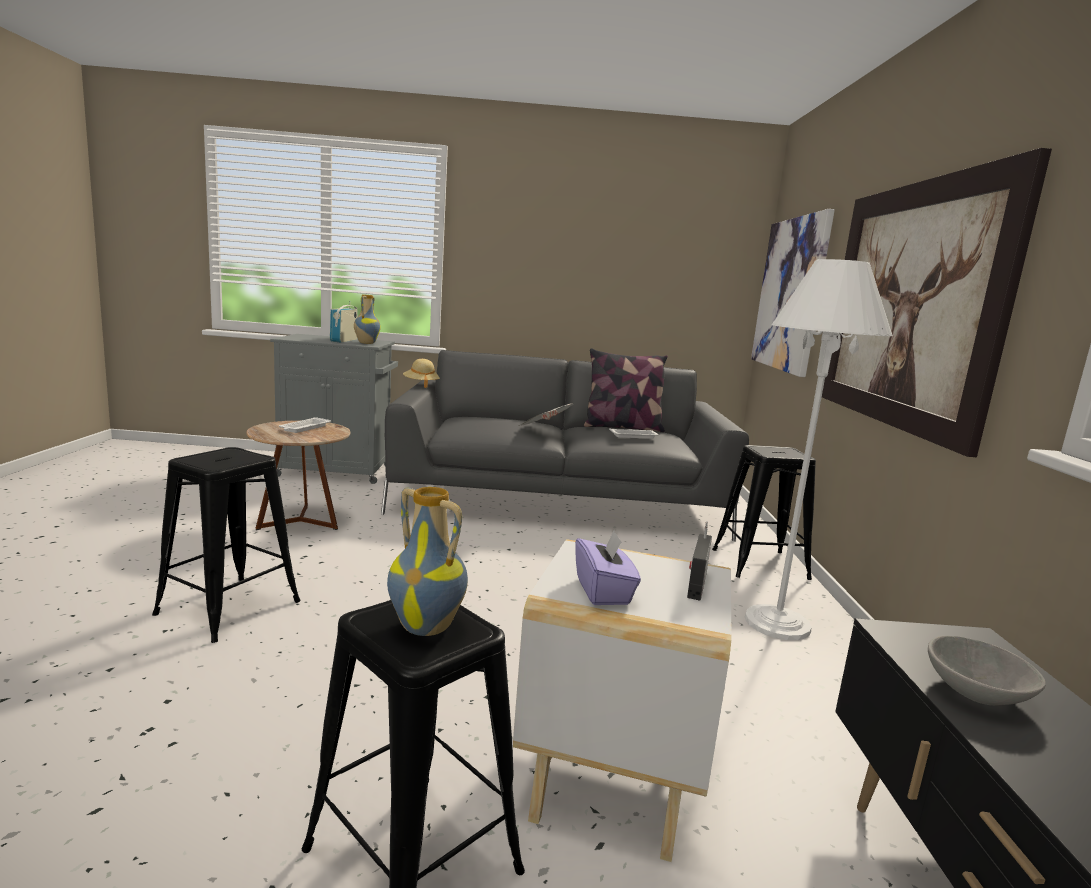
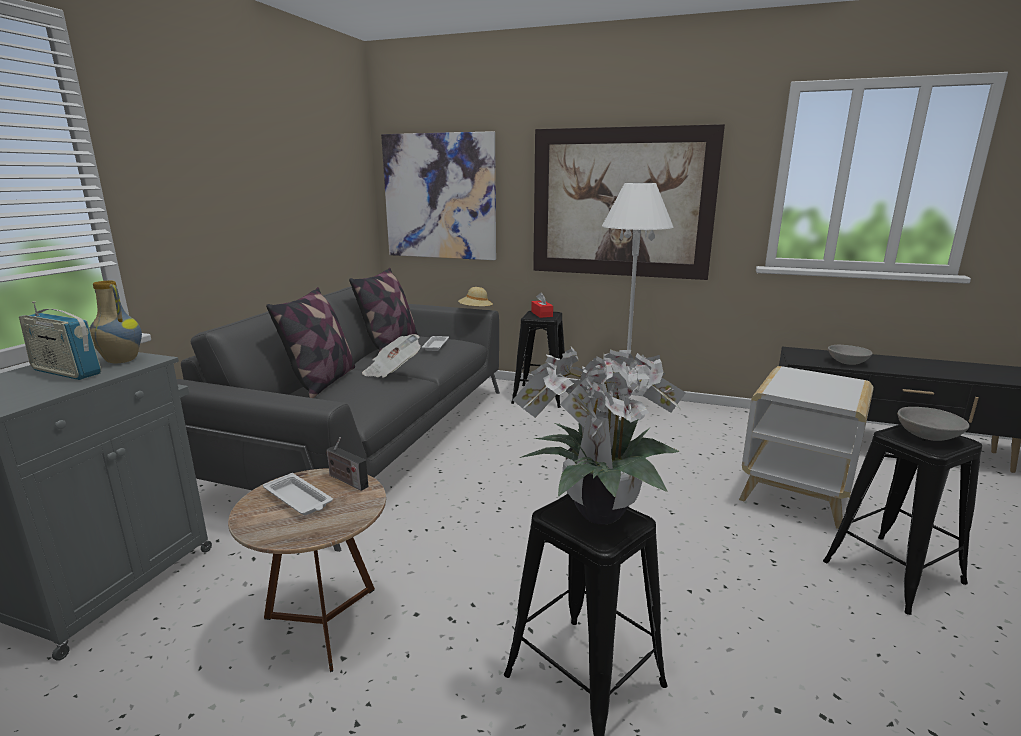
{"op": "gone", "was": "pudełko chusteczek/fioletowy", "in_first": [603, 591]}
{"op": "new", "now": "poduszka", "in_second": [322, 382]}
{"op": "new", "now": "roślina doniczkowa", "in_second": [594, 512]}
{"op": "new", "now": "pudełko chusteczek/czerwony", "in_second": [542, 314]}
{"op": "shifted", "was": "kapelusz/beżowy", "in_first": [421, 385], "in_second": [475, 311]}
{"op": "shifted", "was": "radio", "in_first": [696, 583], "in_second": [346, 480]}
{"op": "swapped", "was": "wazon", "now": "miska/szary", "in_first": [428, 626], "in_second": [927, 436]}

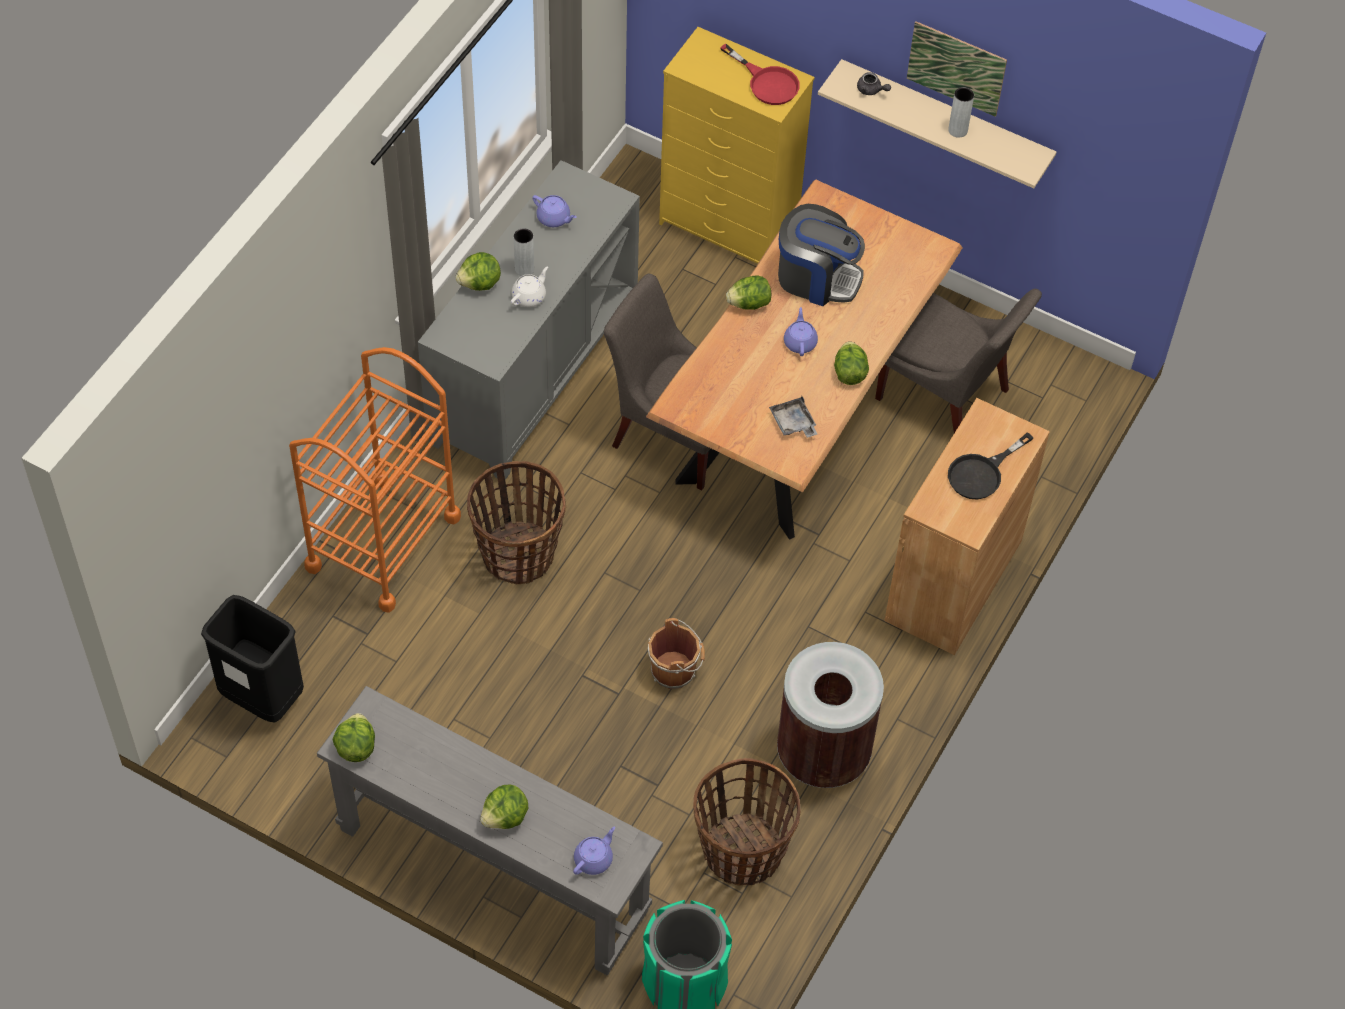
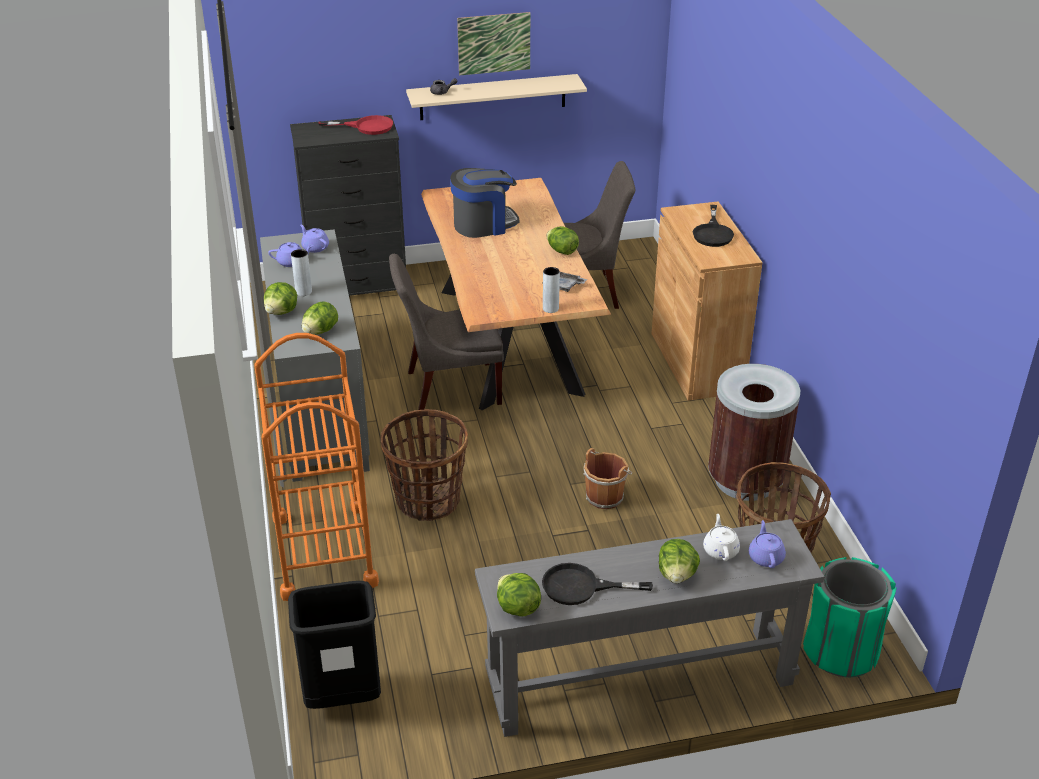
{"op": "new", "now": "patelnia/czarny", "in_second": [581, 587]}
{"op": "shifted", "was": "imbryk/biały", "in_first": [529, 296], "in_second": [720, 550]}
{"op": "shifted", "was": "sałata", "in_first": [749, 303], "in_second": [320, 331]}
{"op": "shifted", "was": "imbryk/fioletowy", "in_first": [800, 342], "in_second": [315, 247]}
{"op": "shifted", "was": "wazon/szary", "in_first": [958, 130], "in_second": [550, 308]}
{"op": "repainted", "was": "komoda/żółty", "now": "komoda/czarny", "in_first": [729, 227], "in_second": [358, 286]}

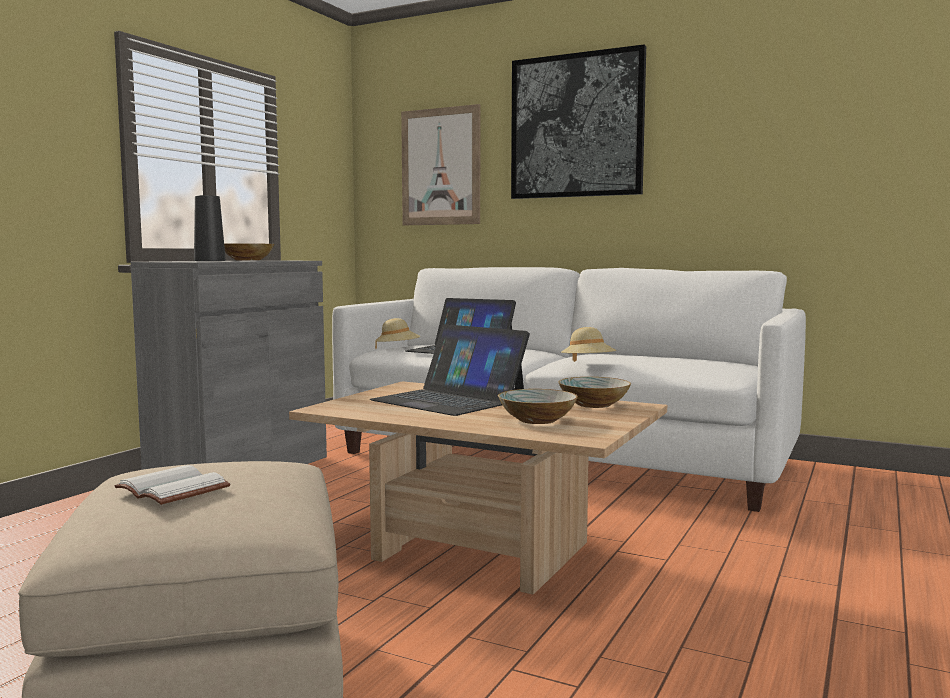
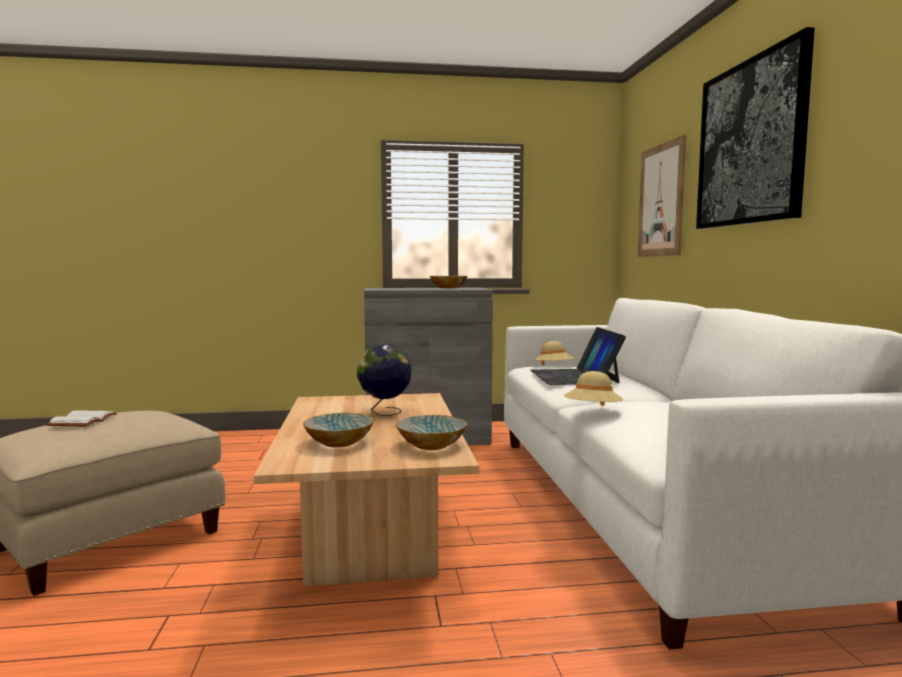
{"op": "gone", "was": "wazon/czarny", "in_first": [209, 260]}
{"op": "swapped", "was": "laptop", "now": "globus", "in_first": [449, 400], "in_second": [384, 413]}

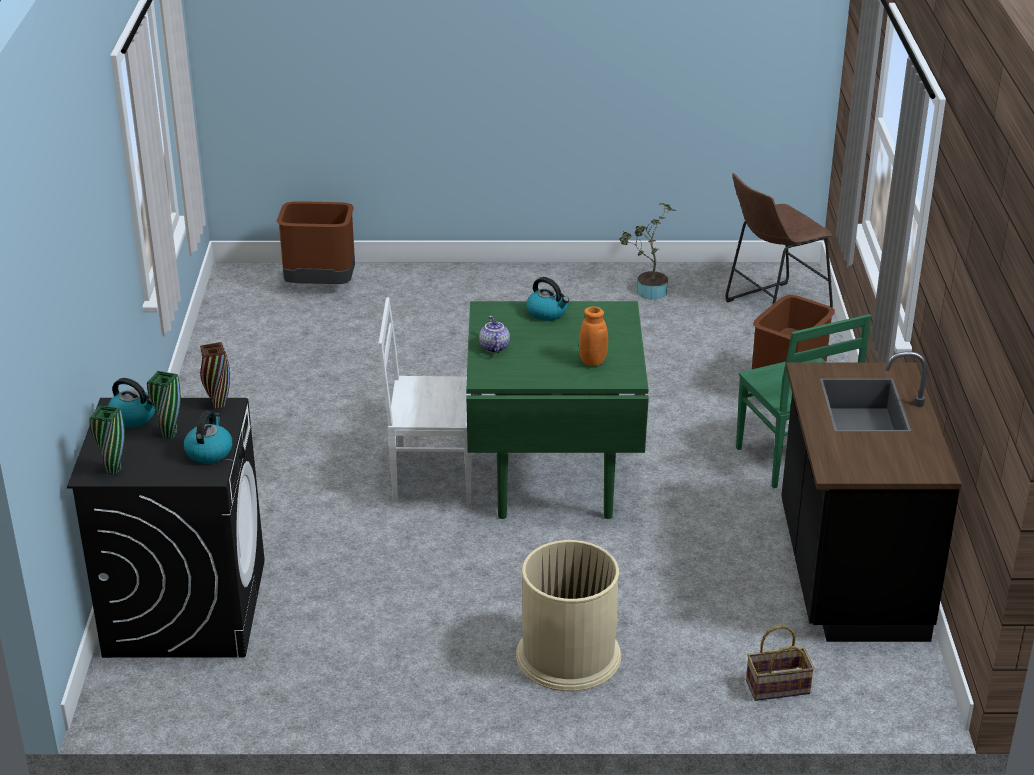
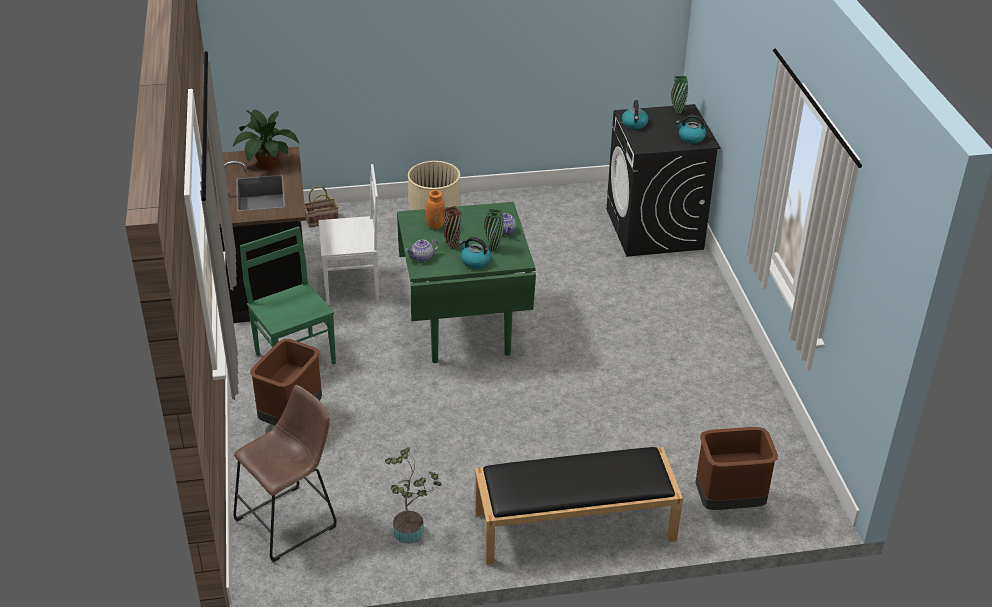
{"op": "new", "now": "roślina doniczkowa", "in_second": [265, 164]}
{"op": "new", "now": "imbryk", "in_second": [422, 258]}
{"op": "new", "now": "ławka/czarny", "in_second": [573, 526]}
{"op": "shifted", "was": "wazon/zielony", "in_first": [169, 434], "in_second": [493, 248]}
{"op": "shifted", "was": "wazon/brązowy", "in_first": [218, 405], "in_second": [452, 246]}
{"op": "shifted", "was": "krzesło/biały", "in_first": [430, 477], "in_second": [353, 285]}

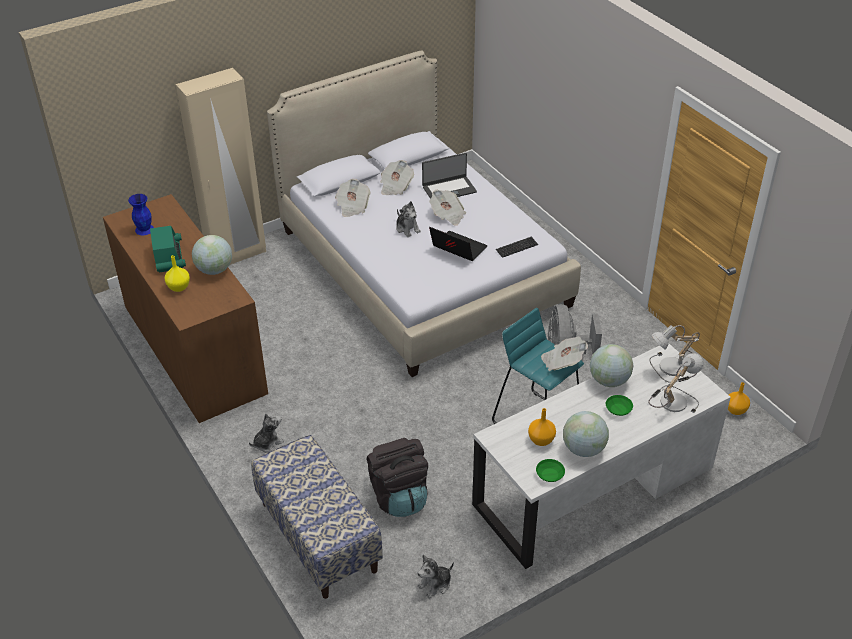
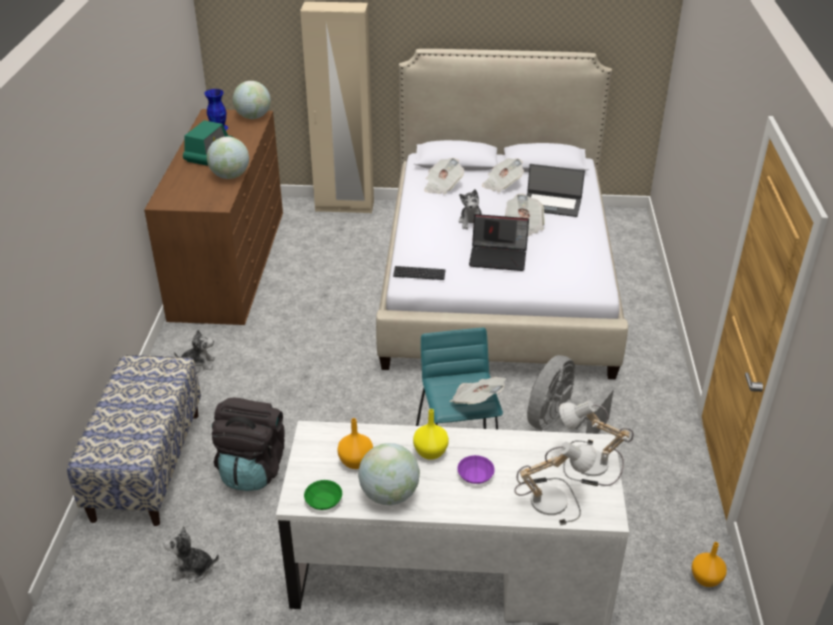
{"op": "shifted", "was": "wazon/żółty", "in_first": [179, 288], "in_second": [430, 453]}
{"op": "shifted", "was": "klawiatura", "in_first": [516, 248], "in_second": [419, 274]}
{"op": "shifted", "was": "globus", "in_first": [609, 380], "in_second": [253, 117]}
{"op": "repainted", "was": "miska/zielony", "now": "miska/fioletowy", "in_first": [619, 410], "in_second": [475, 476]}
{"op": "rotated", "was": "laptop", "in_first": [457, 249], "in_second": [499, 257], "clockwise": 120}

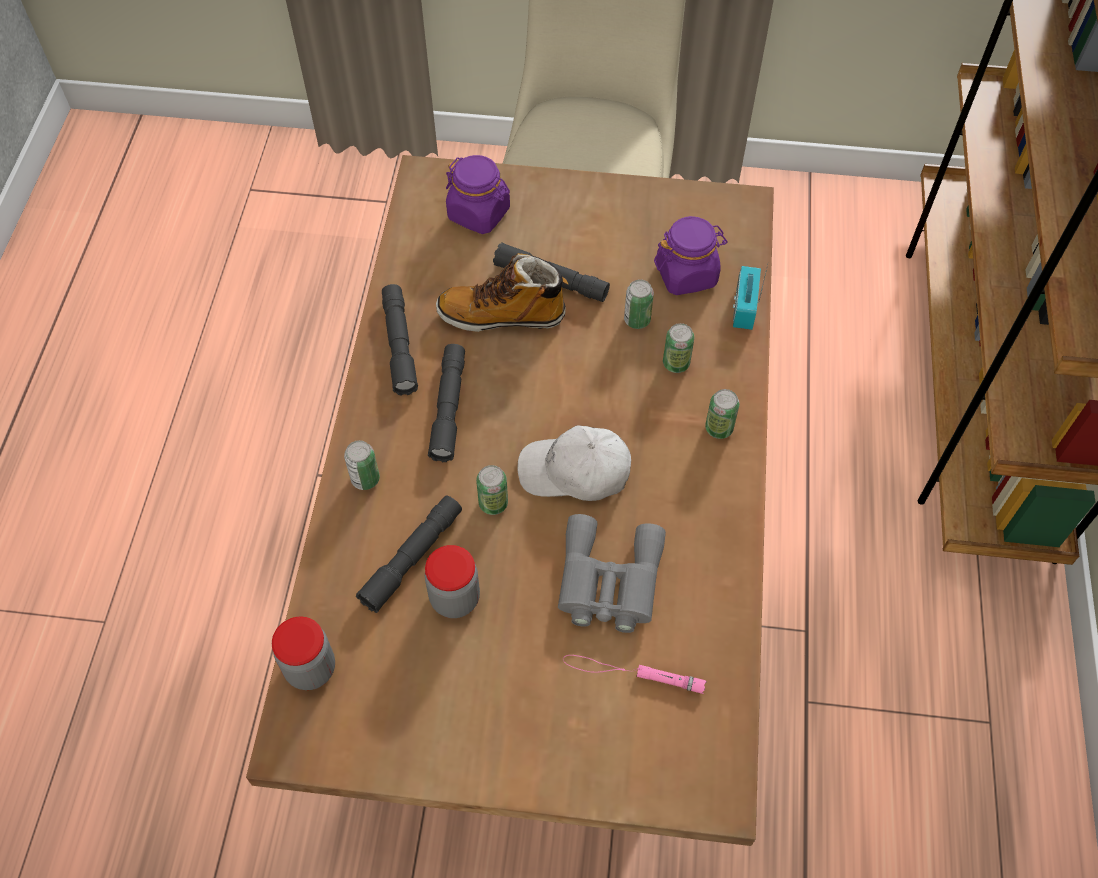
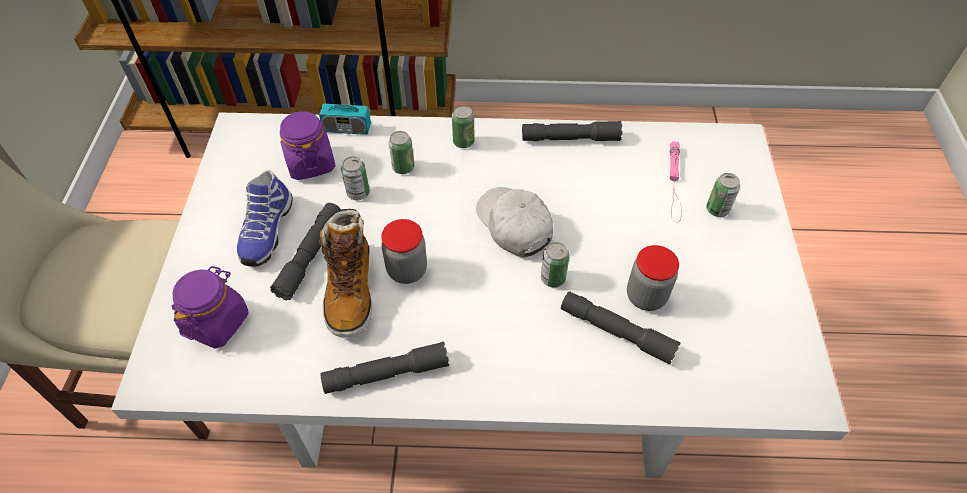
{"op": "gone", "was": "lornetka/szary", "in_first": [608, 582]}
{"op": "new", "now": "but", "in_second": [265, 231]}
{"op": "shifted", "was": "słoik", "in_first": [310, 668], "in_second": [407, 270]}
{"op": "shifted", "was": "puszka", "in_first": [365, 479], "in_second": [717, 209]}
{"op": "shifted", "was": "latarka/szary", "in_first": [448, 408], "in_second": [570, 138]}
{"op": "repainted", "was": "stół jadalny/brązowy", "now": "stół jadalny/biały", "in_first": [551, 590], "in_second": [485, 379]}
{"op": "rotated", "was": "czapka z daszkiem/biały", "in_first": [575, 472], "in_second": [514, 225], "clockwise": 150}

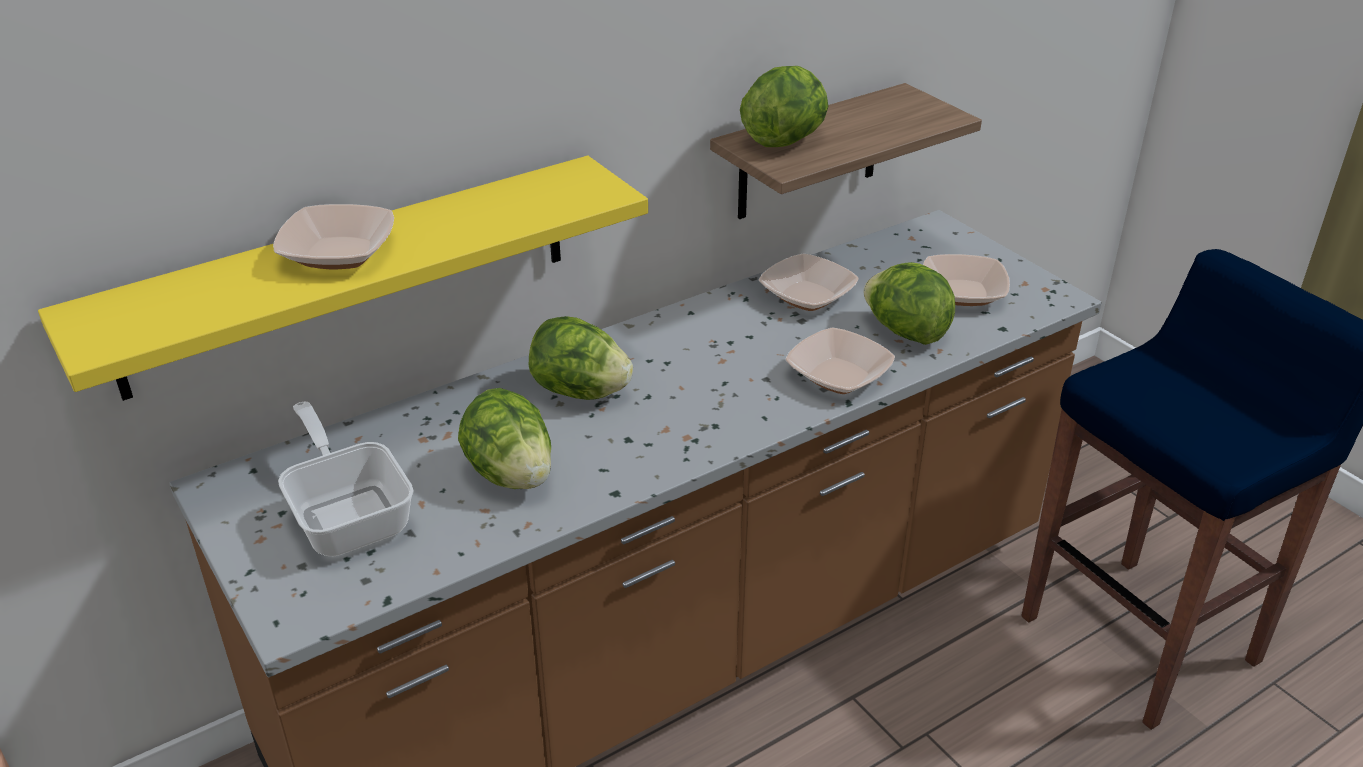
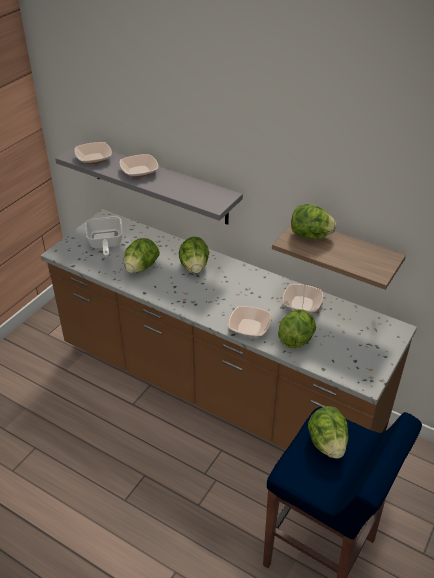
{"op": "new", "now": "sałata", "in_second": [327, 443]}
{"op": "shifted", "was": "miska", "in_first": [962, 293], "in_second": [94, 158]}
{"op": "repainted", "was": "półka/żółty", "now": "półka/szary", "in_first": [349, 274], "in_second": [159, 183]}
{"op": "rotated", "was": "patelnia", "in_first": [349, 514], "in_second": [105, 244], "clockwise": 135}

